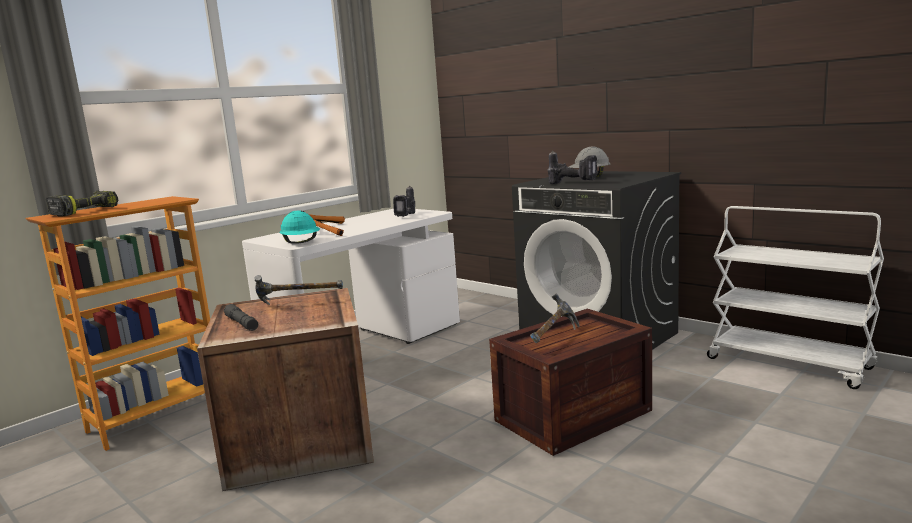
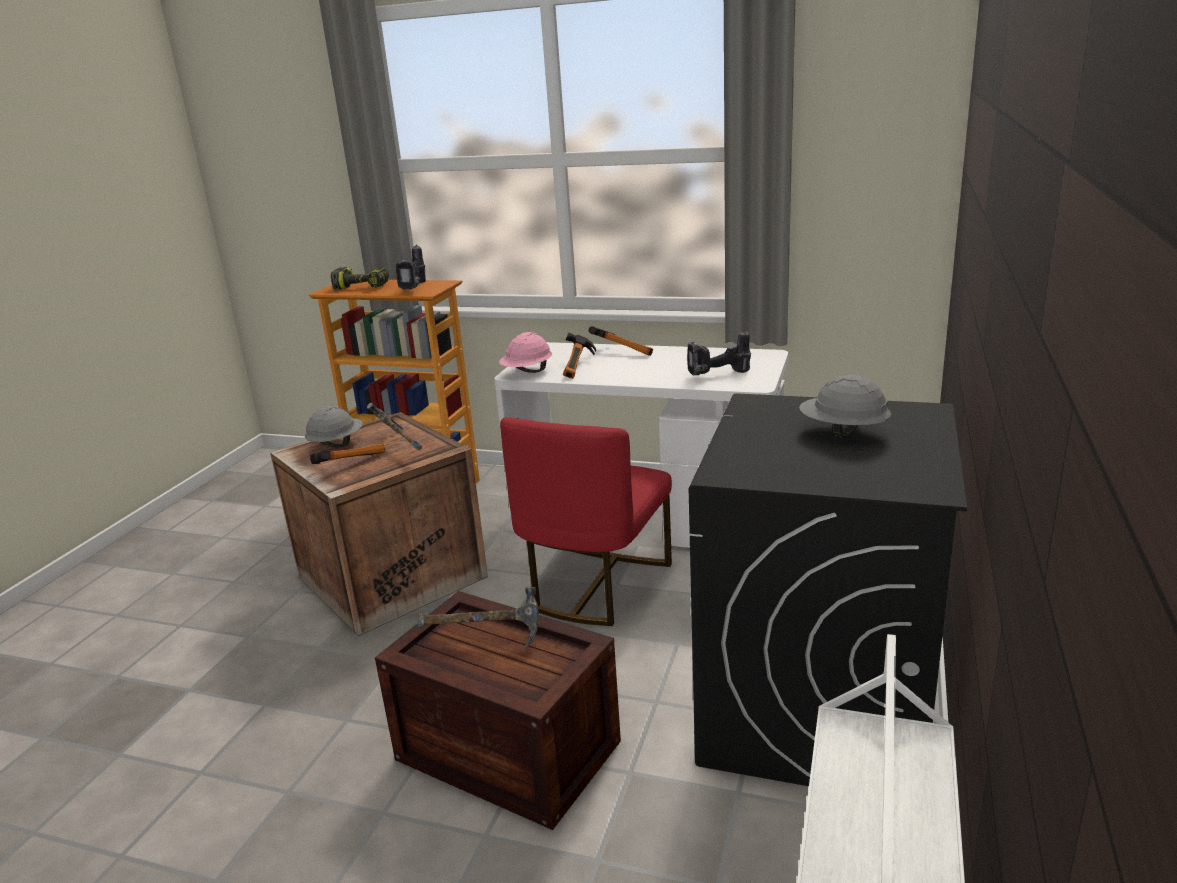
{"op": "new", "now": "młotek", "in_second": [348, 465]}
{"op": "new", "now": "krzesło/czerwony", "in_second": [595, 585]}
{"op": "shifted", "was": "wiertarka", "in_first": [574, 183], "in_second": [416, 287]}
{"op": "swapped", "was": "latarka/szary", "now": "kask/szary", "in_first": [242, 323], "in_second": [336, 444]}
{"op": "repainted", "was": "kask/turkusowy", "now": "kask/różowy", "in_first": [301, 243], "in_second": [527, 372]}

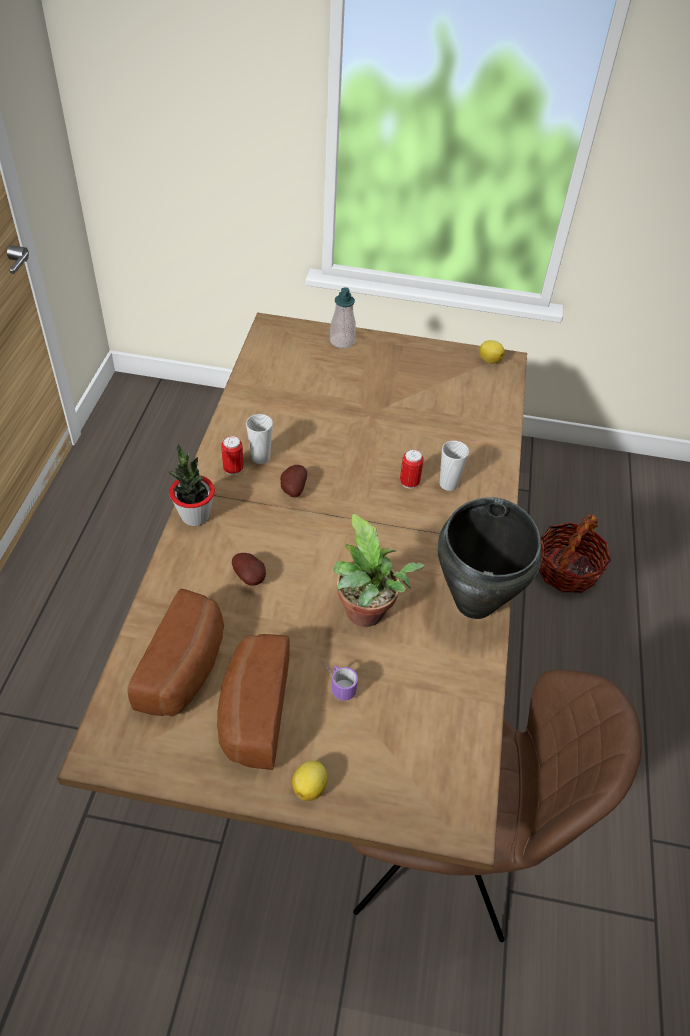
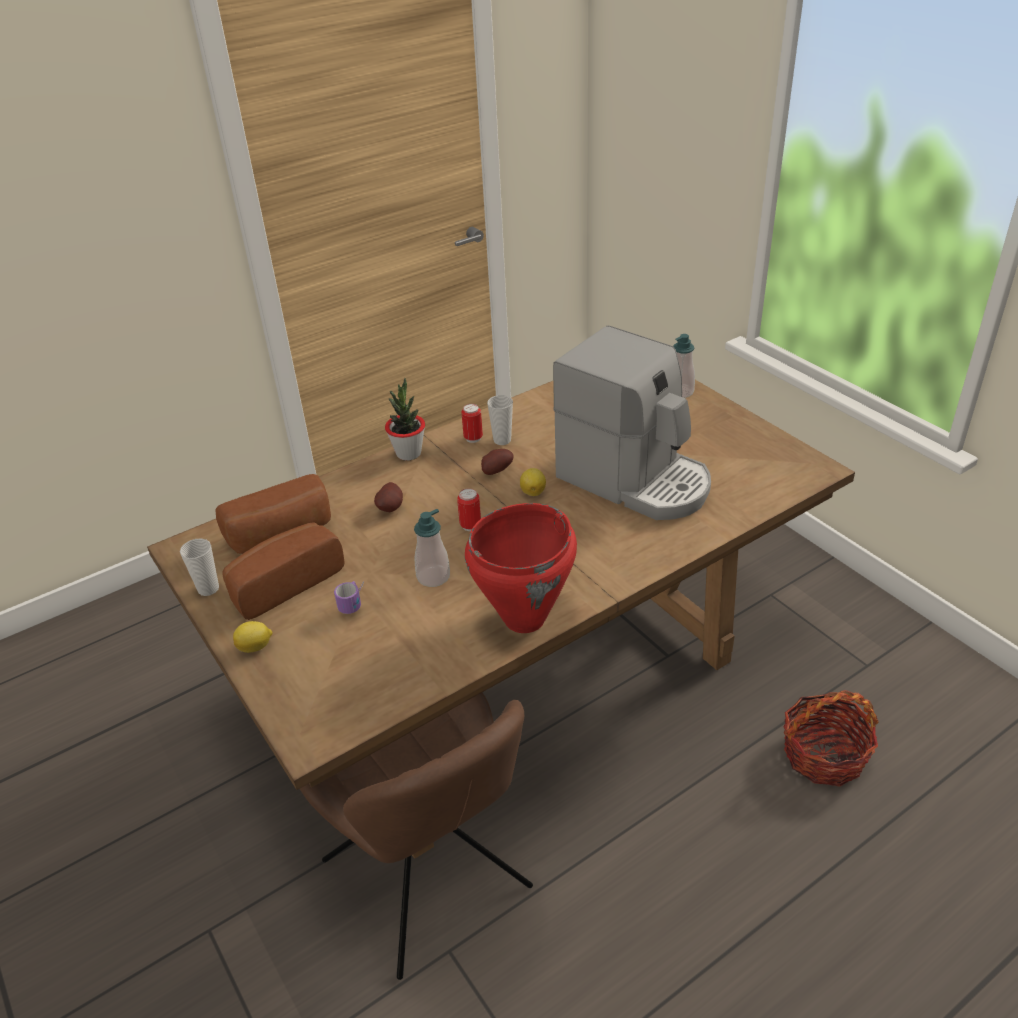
{"op": "new", "now": "ekspres do kawy", "in_second": [635, 480]}
{"op": "shifted", "was": "puszka", "in_first": [409, 482], "in_second": [470, 526]}
{"op": "shifted", "was": "filiżanka", "in_first": [448, 484], "in_second": [208, 589]}
{"op": "shifted", "was": "cytryna", "in_first": [489, 360], "in_second": [533, 491]}
{"op": "swapped", "was": "roślina doniczkowa", "now": "dozownik mydła", "in_first": [367, 616], "in_second": [433, 577]}
{"op": "repainted", "was": "garnek/czarny", "now": "garnek/czerwony", "in_first": [475, 602], "in_second": [525, 618]}

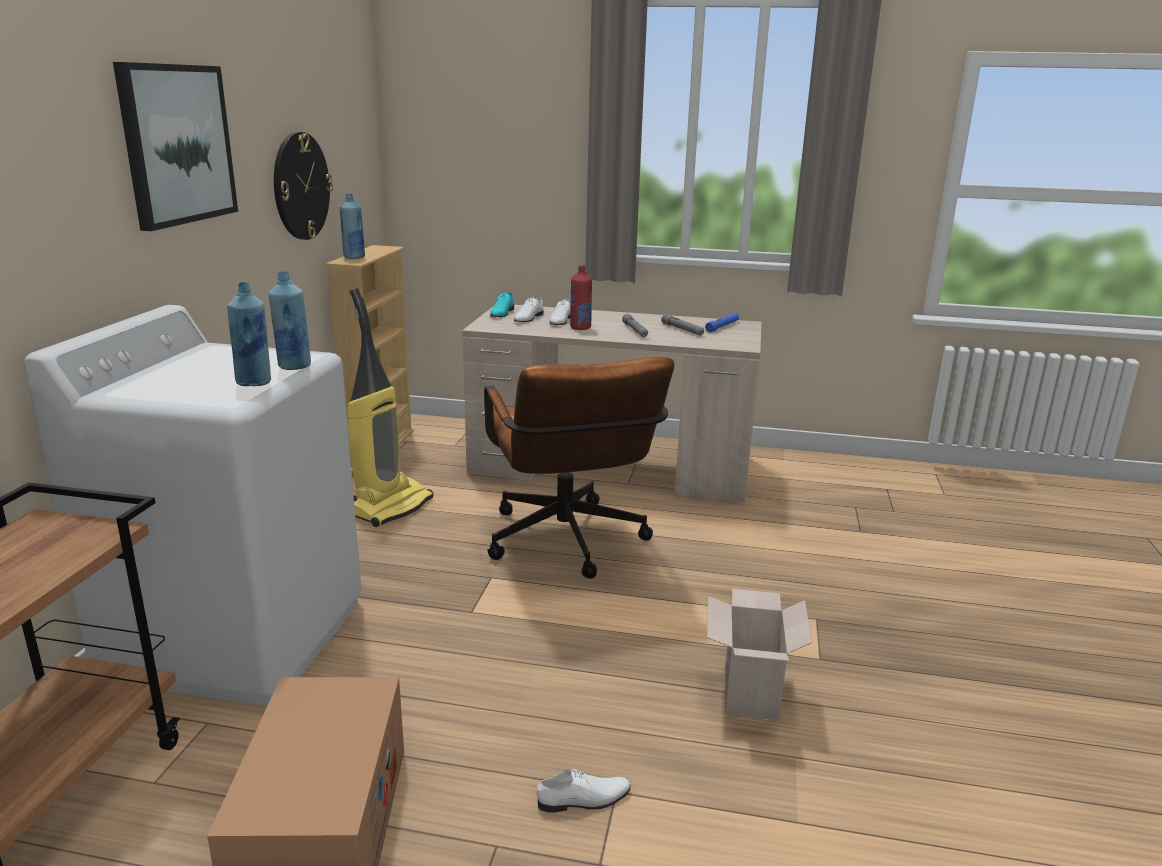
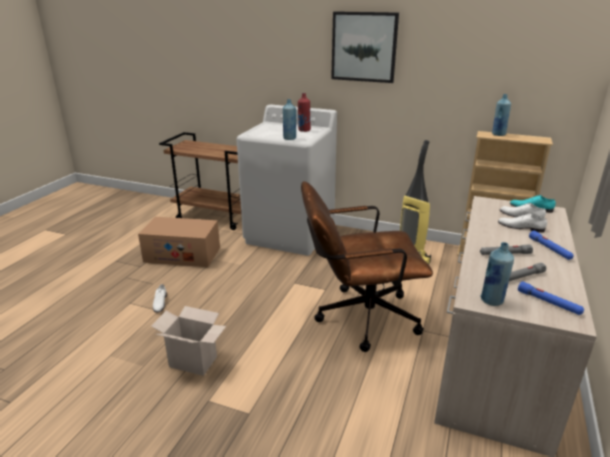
{"op": "gone", "was": "zegar ścienny", "in_first": [301, 186]}
{"op": "new", "now": "latarka/niebieski", "in_second": [550, 249]}
{"op": "shifted", "was": "butelka/niebieski", "in_first": [254, 383], "in_second": [492, 300]}
{"op": "shifted", "was": "butelka/czerwony", "in_first": [580, 327], "in_second": [304, 130]}

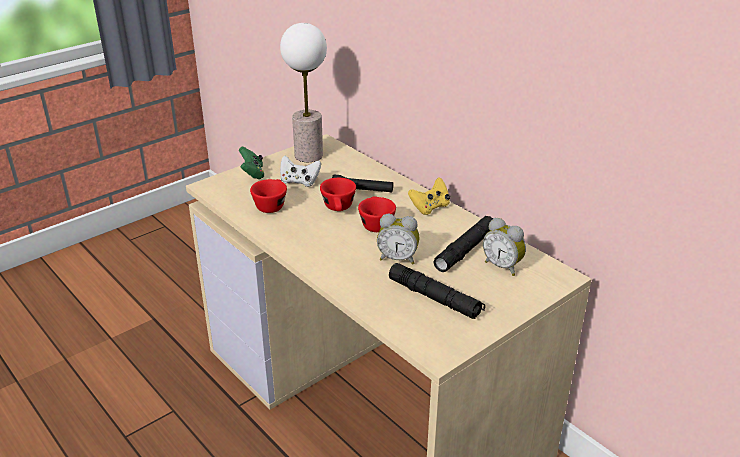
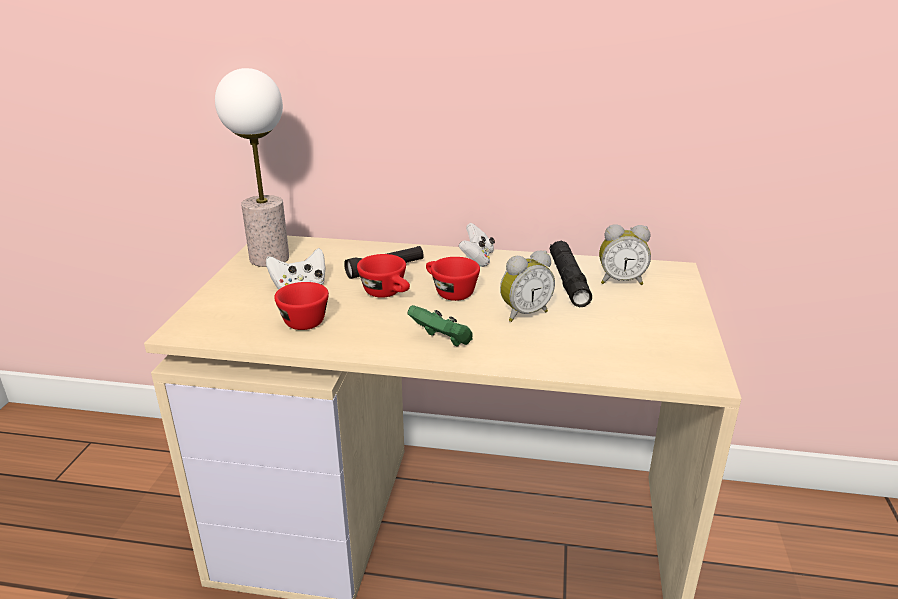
{"op": "gone", "was": "latarka/czarny", "in_first": [435, 298]}
{"op": "shifted", "was": "pad do gier/zielony", "in_first": [252, 174], "in_second": [442, 341]}
{"op": "repainted", "was": "pad do gier/żółty", "now": "pad do gier/biały", "in_first": [430, 207], "in_second": [477, 259]}

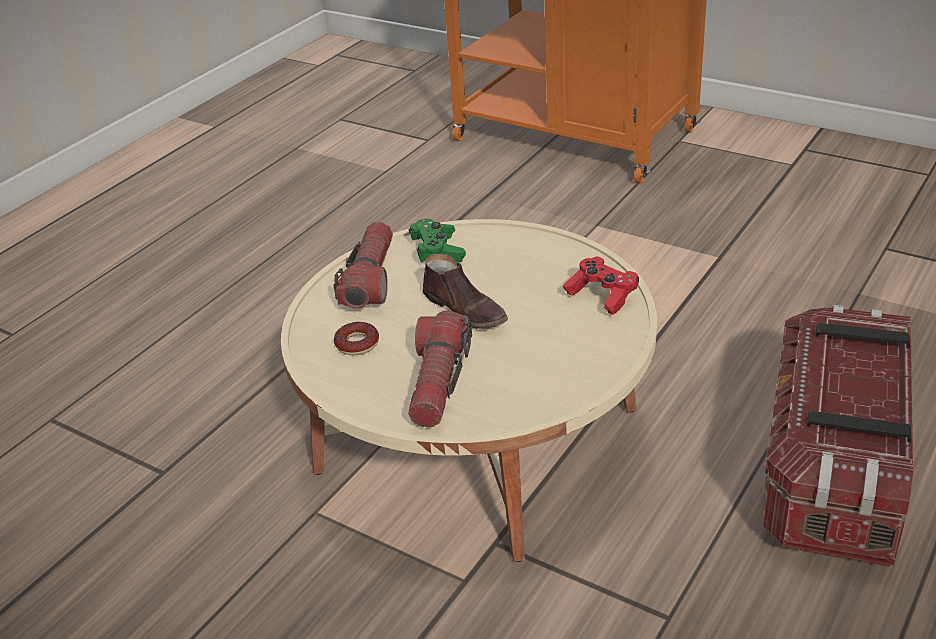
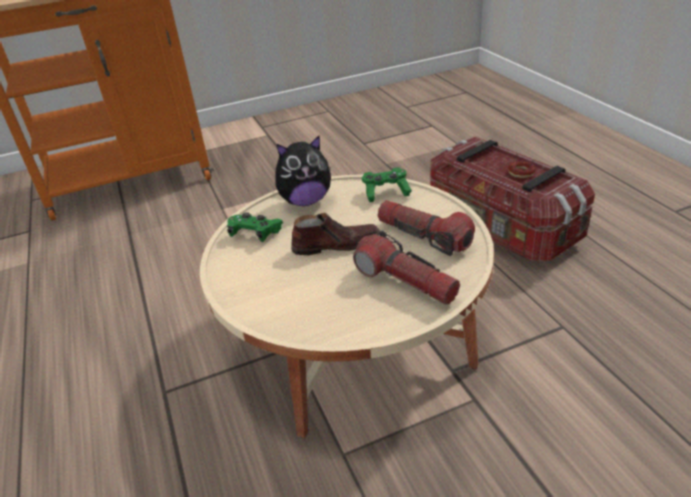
{"op": "new", "now": "pluszak", "in_second": [305, 201]}
{"op": "shifted", "was": "latarka", "in_first": [370, 279], "in_second": [424, 236]}
{"op": "shifted", "was": "donut", "in_first": [357, 344], "in_second": [521, 172]}
{"op": "repainted", "was": "pad do gier/czerwony", "now": "pad do gier/zielony", "in_first": [602, 295], "in_second": [386, 192]}

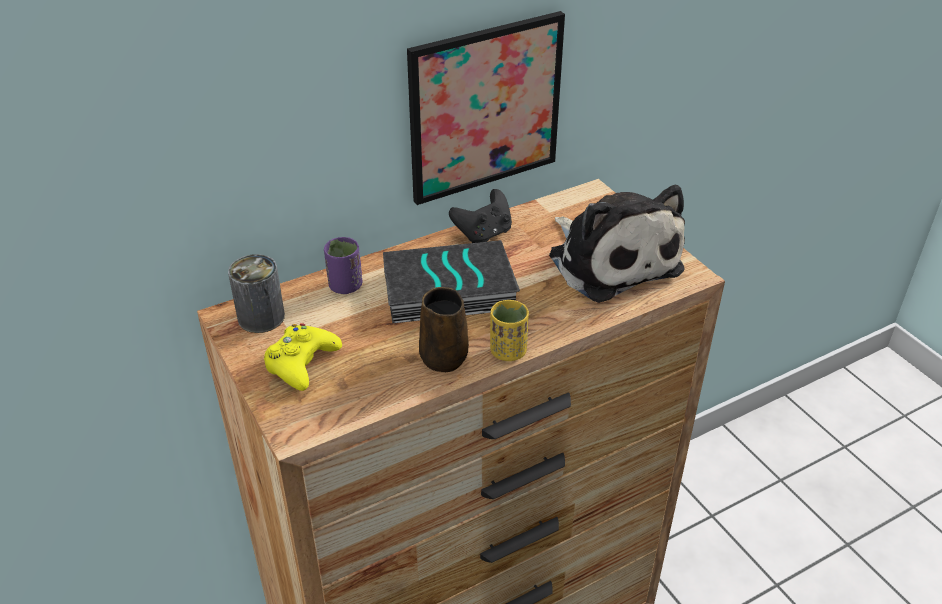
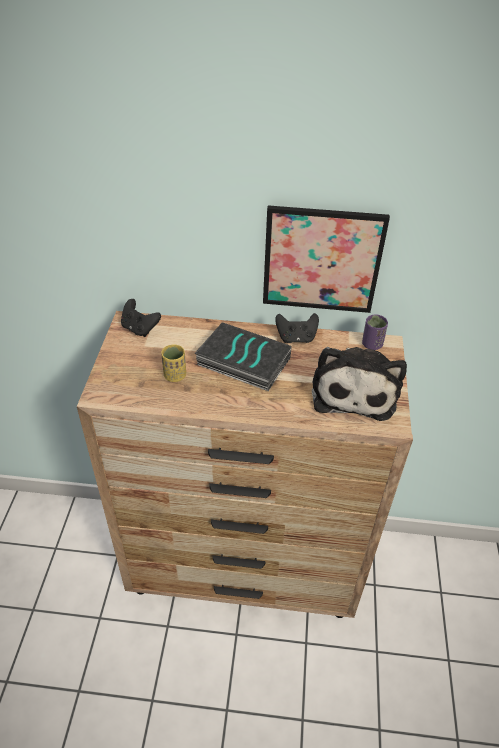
{"op": "gone", "was": "pad do gier/żółty", "in_first": [301, 363]}
{"op": "gone", "was": "kubek/brązowy", "in_first": [443, 355]}
{"op": "shifted", "was": "filiżanka/fioletowy", "in_first": [345, 286], "in_second": [372, 344]}
{"op": "shifted", "was": "filiżanka/żółty", "in_first": [508, 351], "in_second": [175, 375]}
{"op": "swapped", "was": "puszka", "now": "pad do gier/czarny", "in_first": [261, 317], "in_second": [140, 328]}

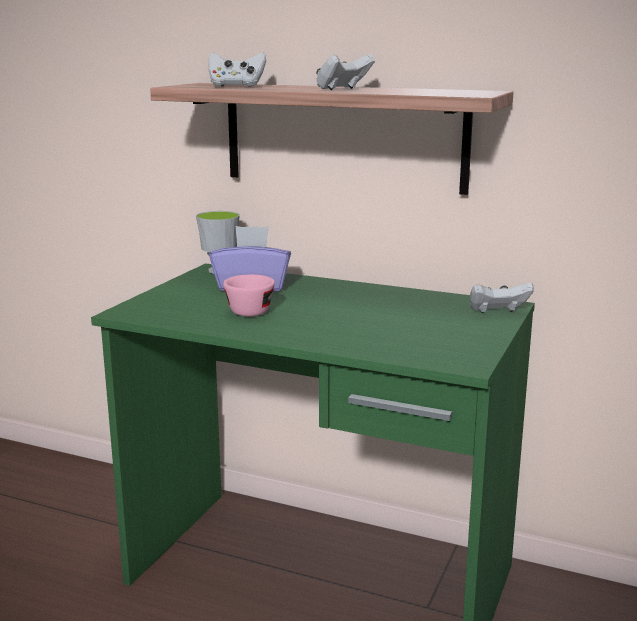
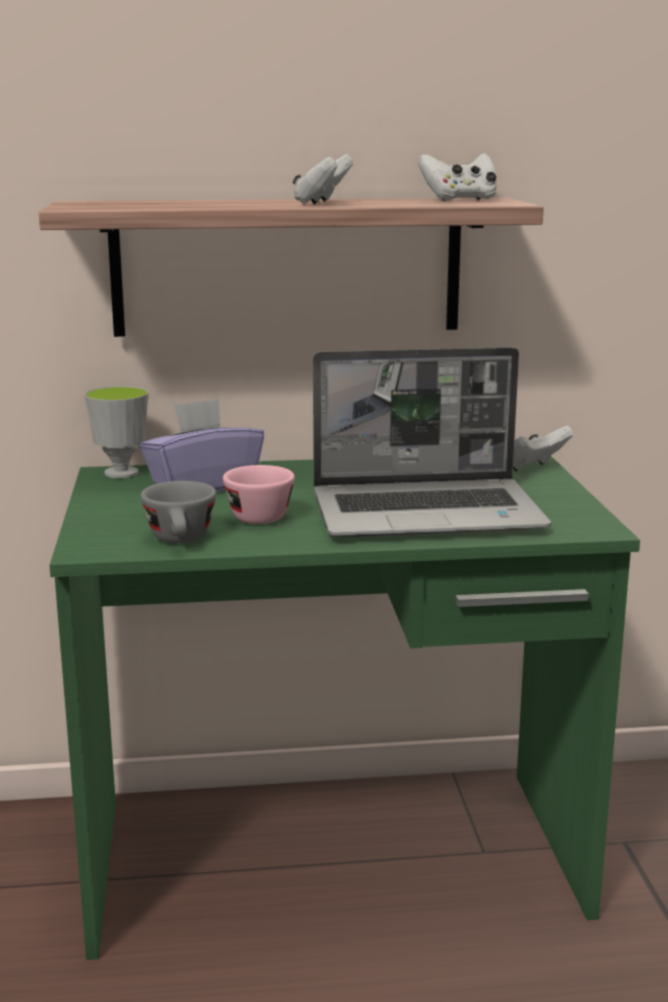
{"op": "new", "now": "filiżanka/szary", "in_second": [181, 540]}
{"op": "new", "now": "laptop", "in_second": [429, 513]}
{"op": "shifted", "was": "pad do gier/biały", "in_first": [236, 86], "in_second": [460, 199]}

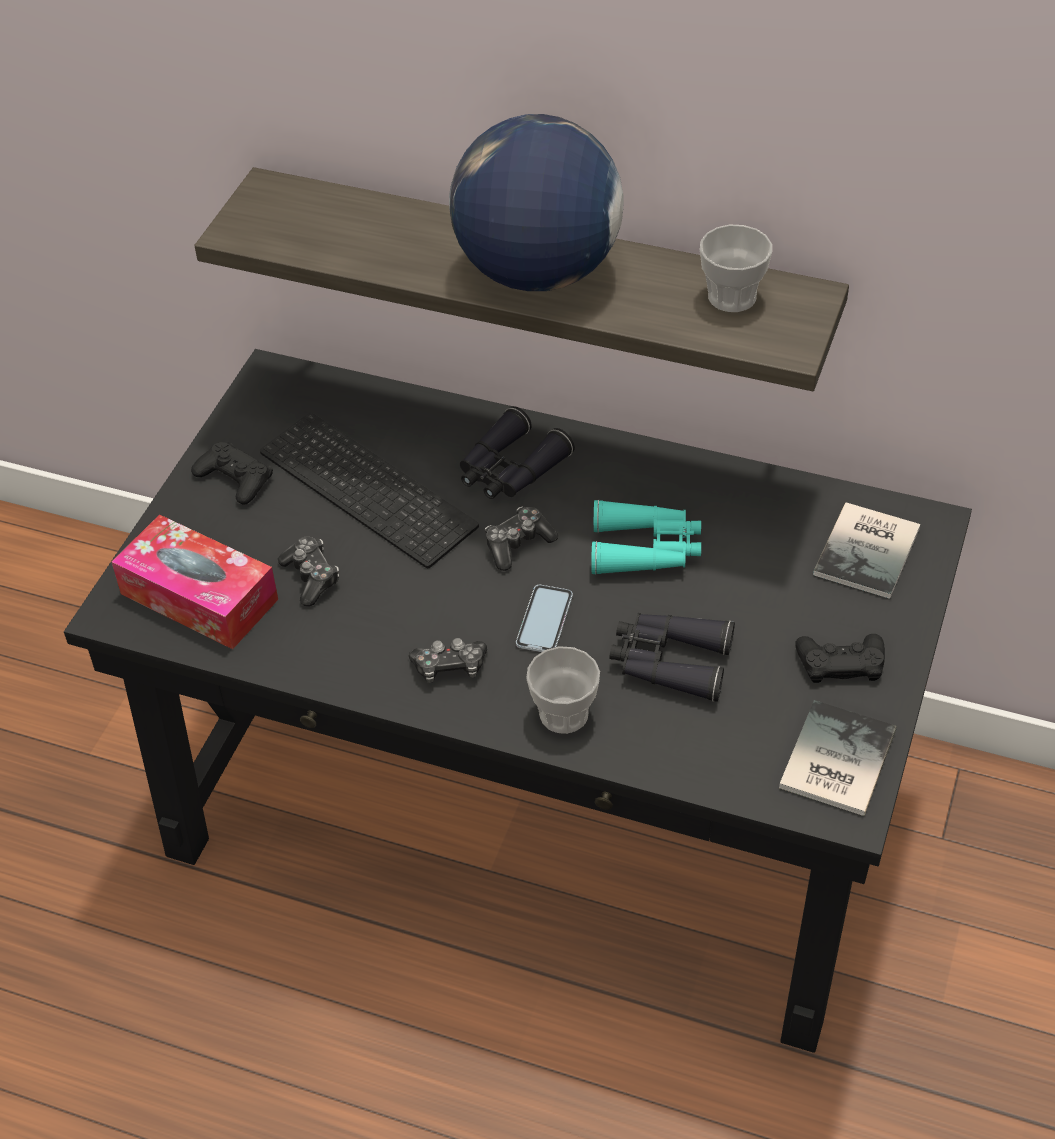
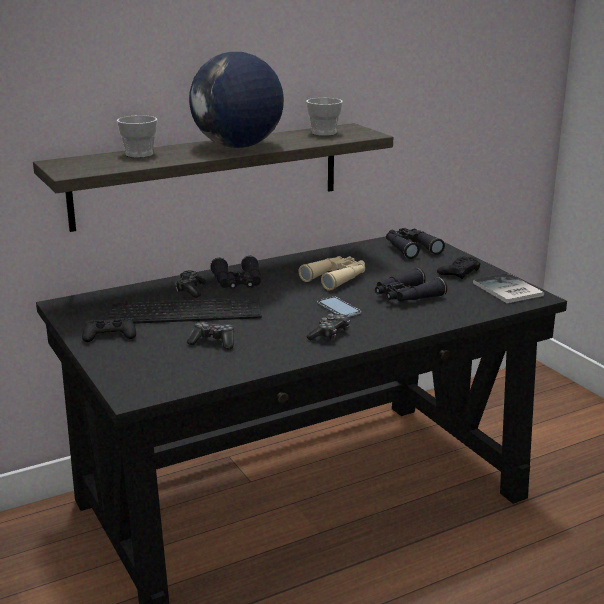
{"op": "gone", "was": "pudełko chusteczek", "in_first": [199, 596]}
{"op": "shifted", "was": "pad do gier", "in_first": [518, 544], "in_second": [190, 290]}
{"op": "shifted", "was": "filiżanka", "in_first": [564, 714], "in_second": [139, 154]}
{"op": "swapped", "was": "książka", "now": "lornetka/czarny", "in_first": [870, 550], "in_second": [410, 248]}
{"op": "repainted", "was": "lornetka/turkusowy", "now": "lornetka/beżowy", "in_first": [646, 549], "in_second": [336, 278]}

